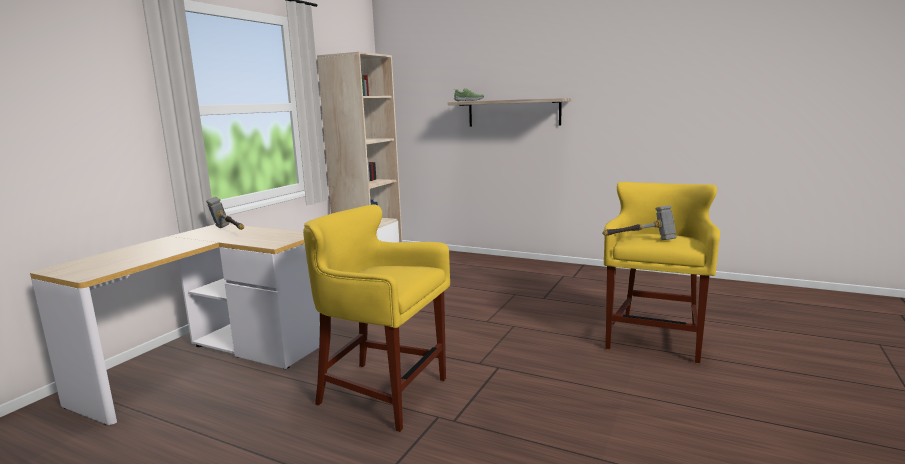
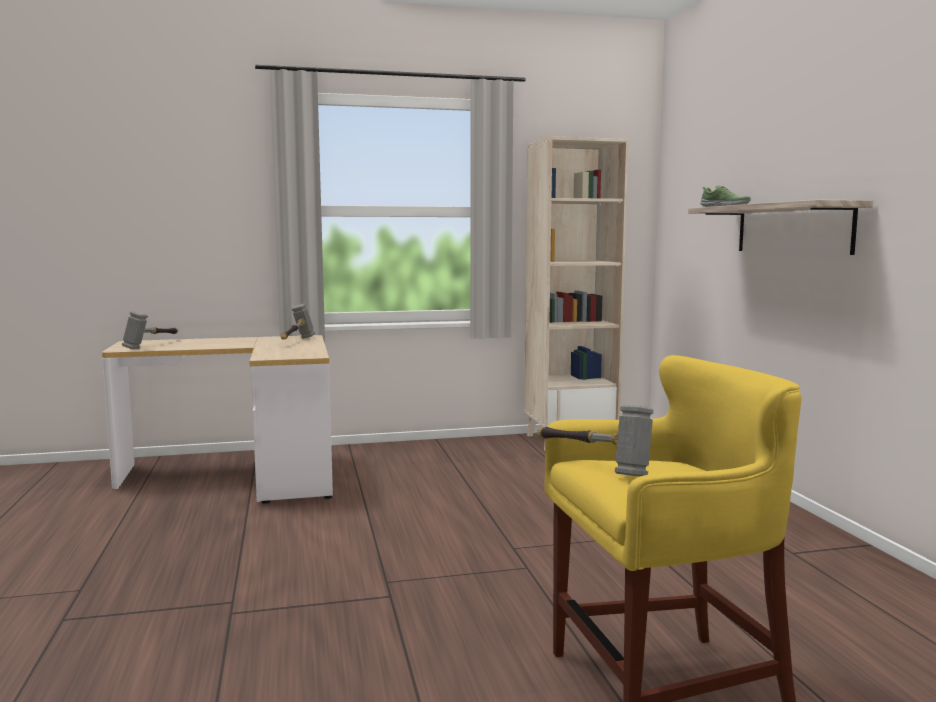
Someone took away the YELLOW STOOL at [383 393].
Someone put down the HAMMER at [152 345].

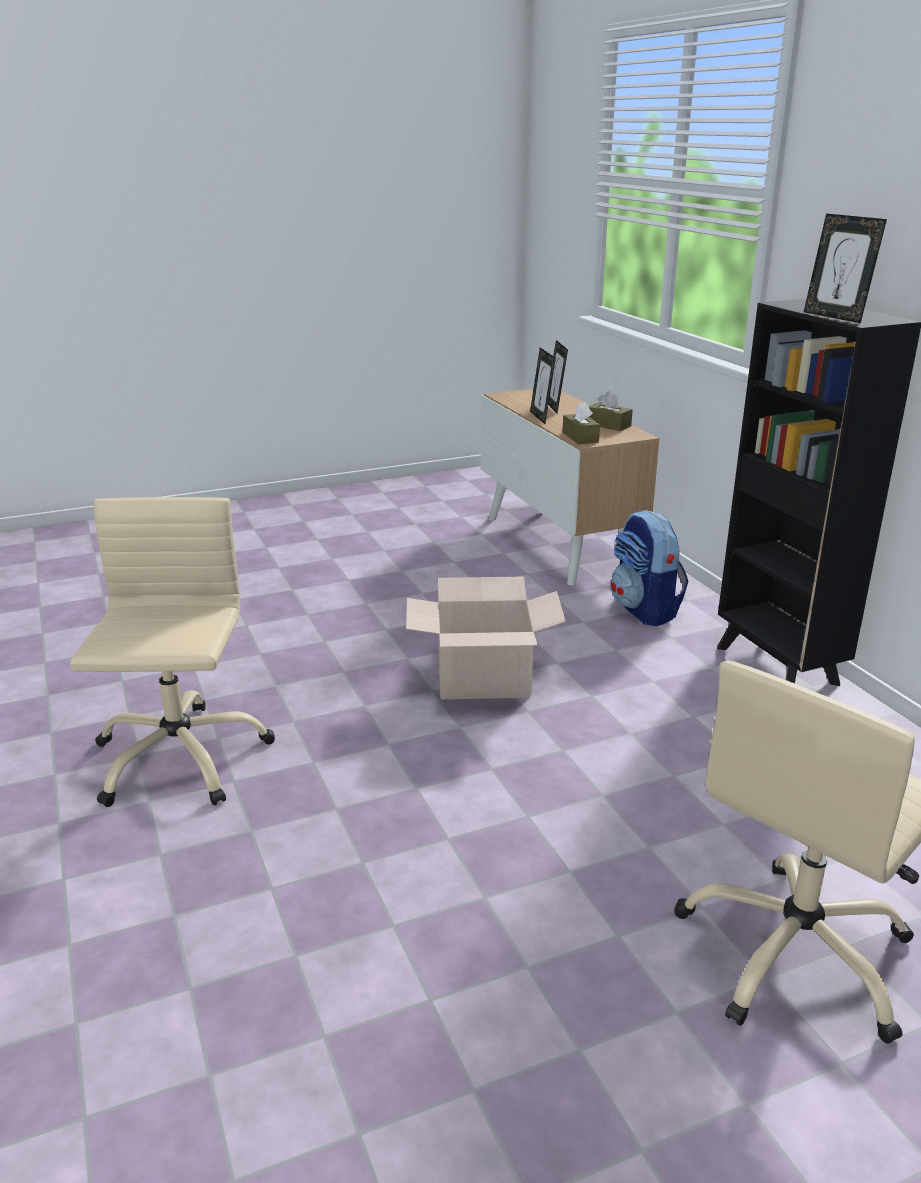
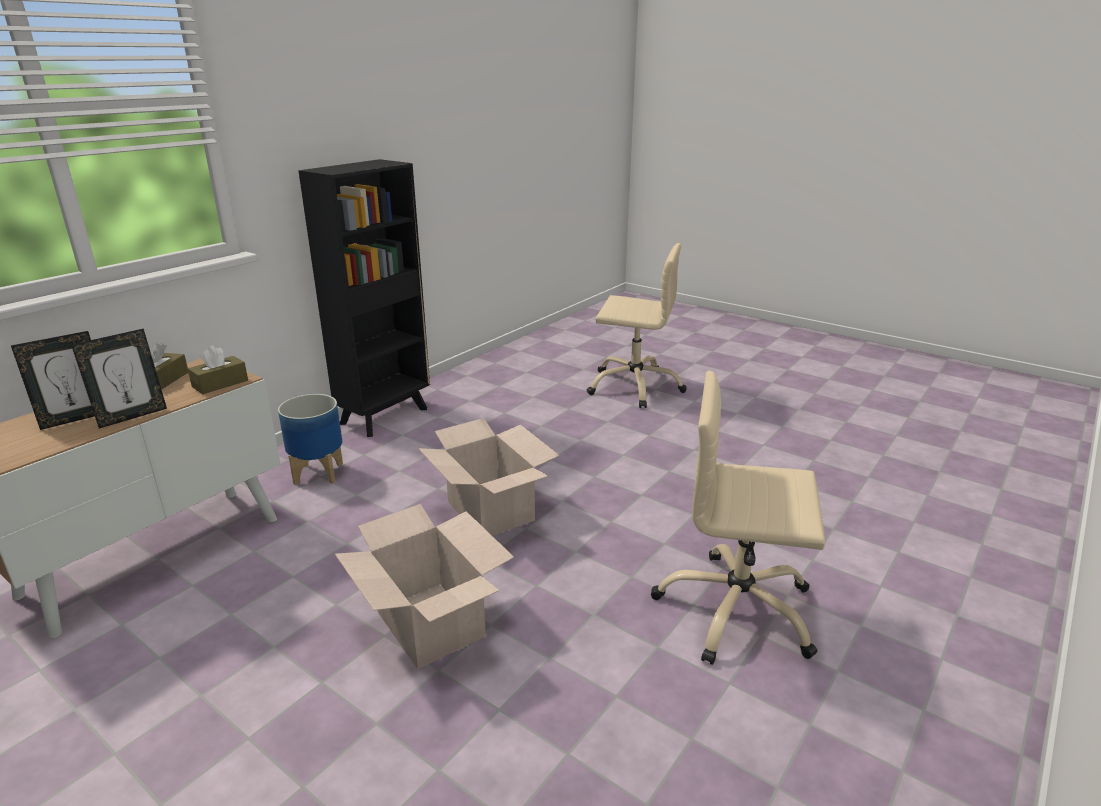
Someone took away the PICTURE FRAME at [835 317].
Someone put down the CARDBOARD BOX at [429 624].
Someone swapped the BACKPACK at [645 610] for the PLANTER at [318 473].
Someone rotated the BEIGE OFFICE CHAIR at [179 758] by 45 degrees clockwise.

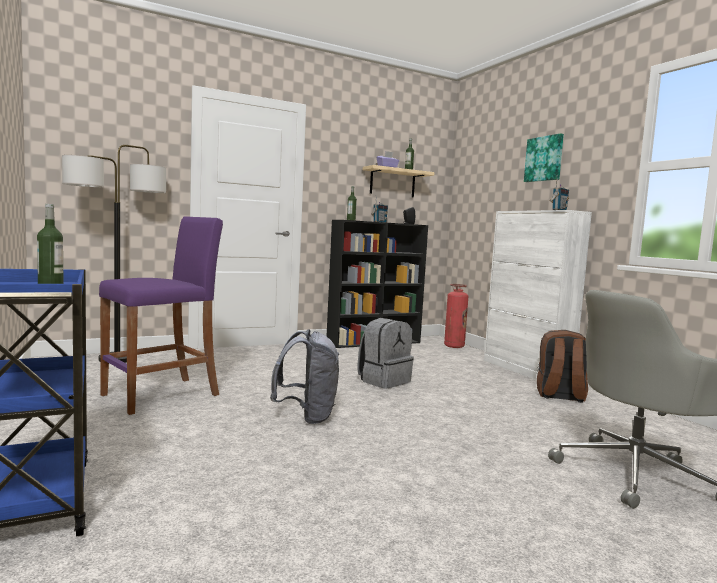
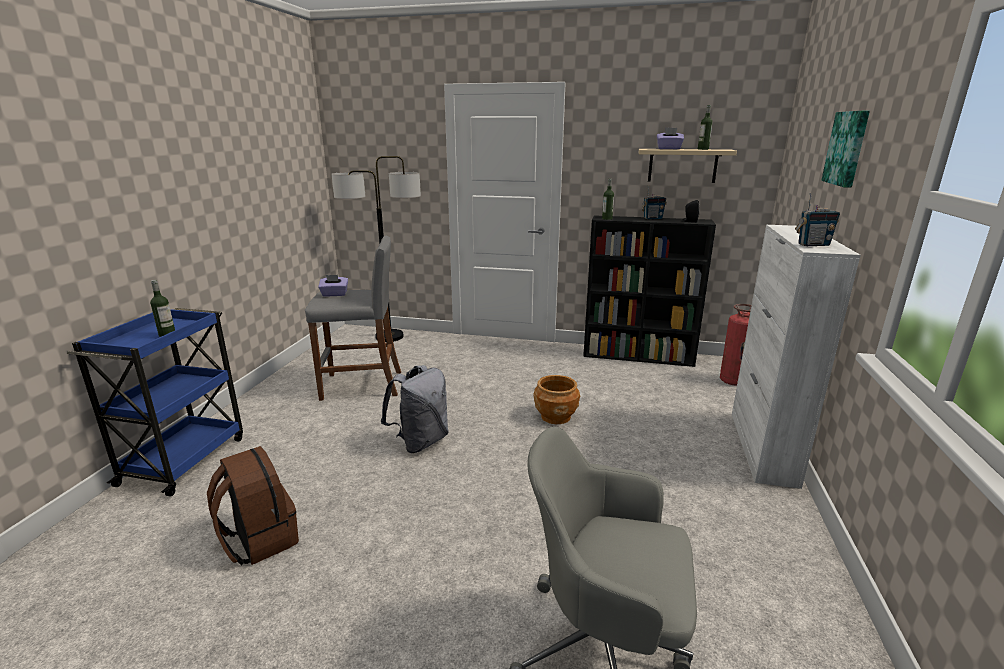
Someone put down the PURPLE TISSUE BOX at [334 294].
Someone carried the BROWN BACKPACK from [560 396] to [259 539].
Someone swapped the GREY BACKPACK at [384 381] for the BROWN PLANTER at [556 416].
Someone repainted the PURPLE STOOL at [161 395], which became the GREY STOOL at [362 385].

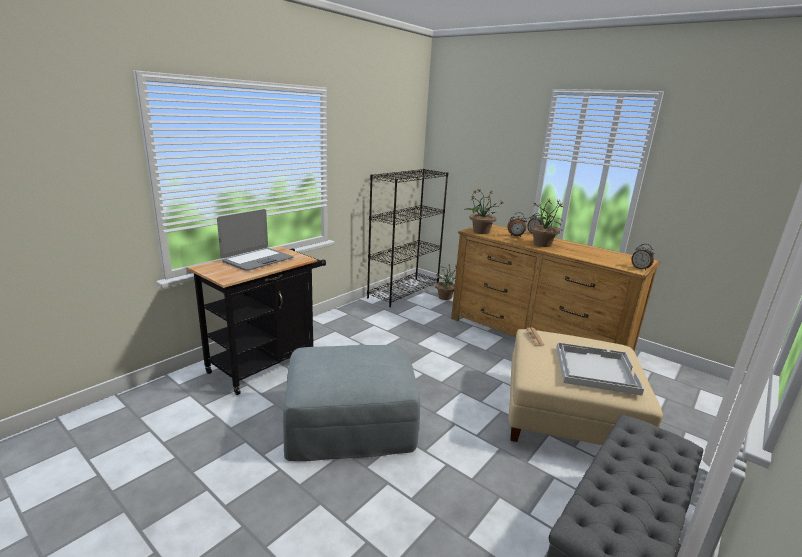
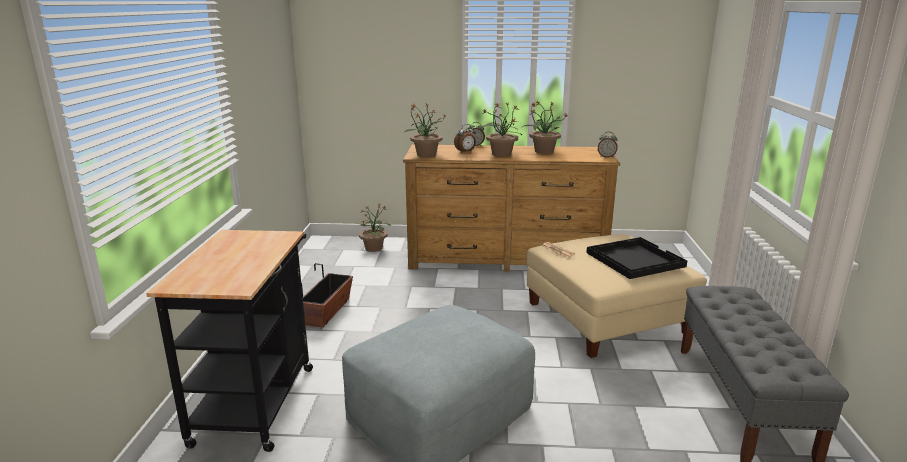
Someone took away the LAPTOP at [257 260].
Someone took away the BLACK BOOKCASE at [404 291].
Someone put down the PLANTER at [327 311].
Someone put down the POTTED PLANT at [543 151].
Someone repainted the WHITE TRAY at [594 369], which became the BLACK TRAY at [634 259].

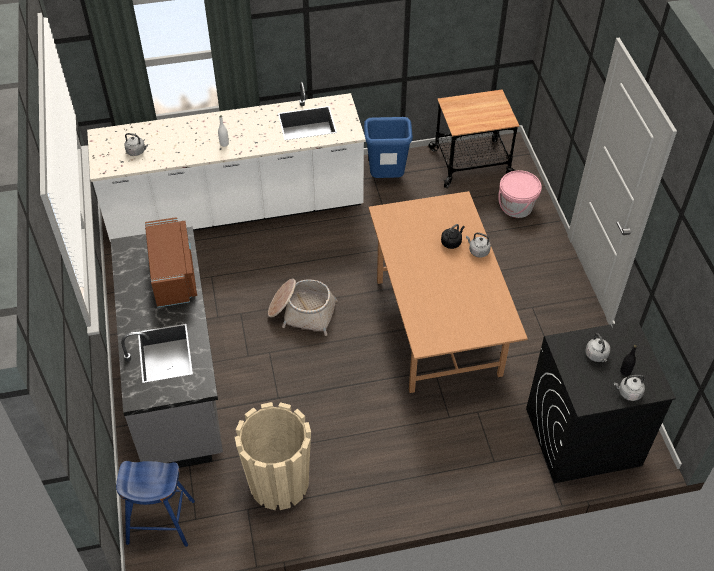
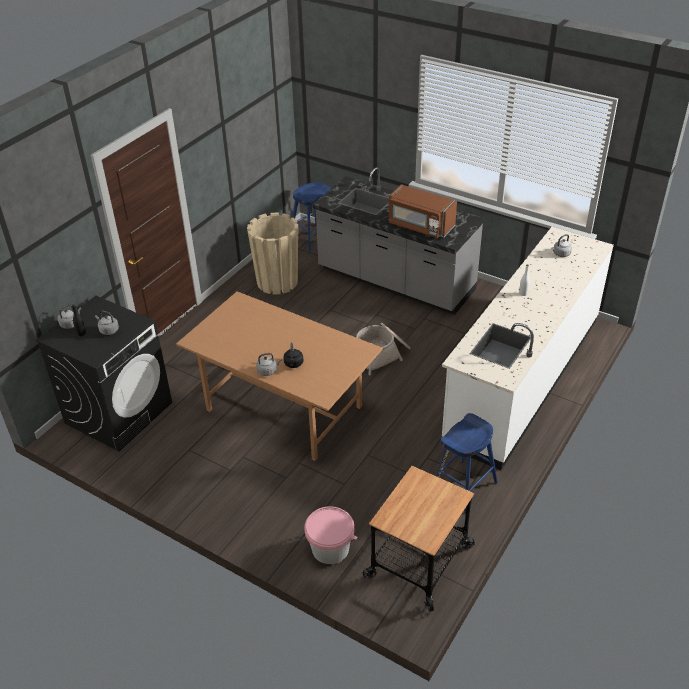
Someone swapped the BLUE TRASH CAN at [387 178] for the BLUE STOOL at [464 486].

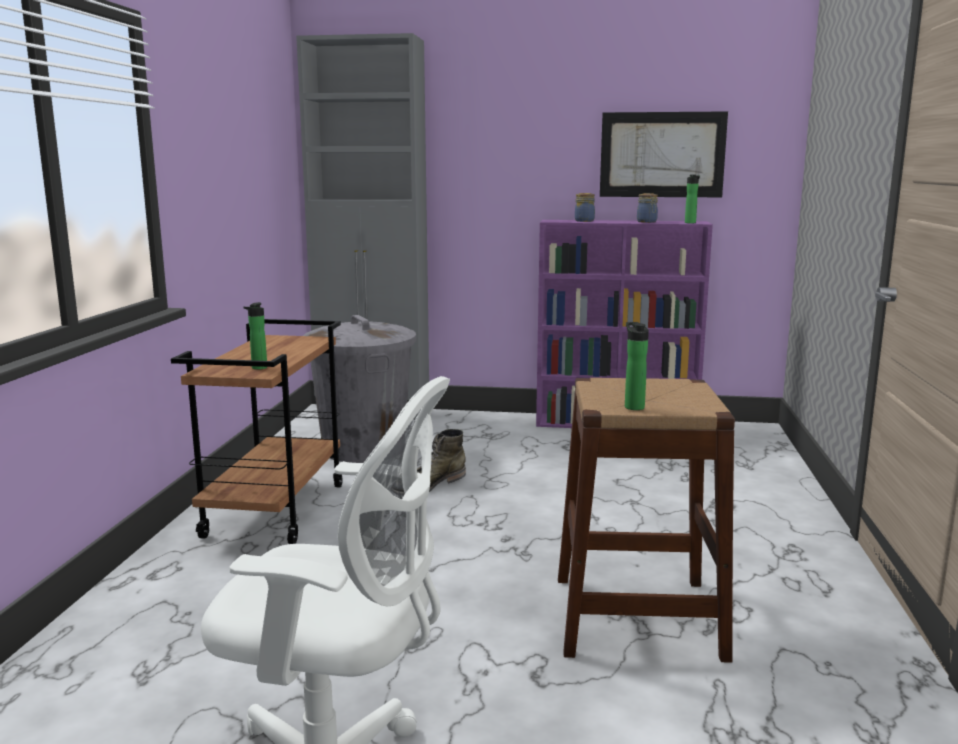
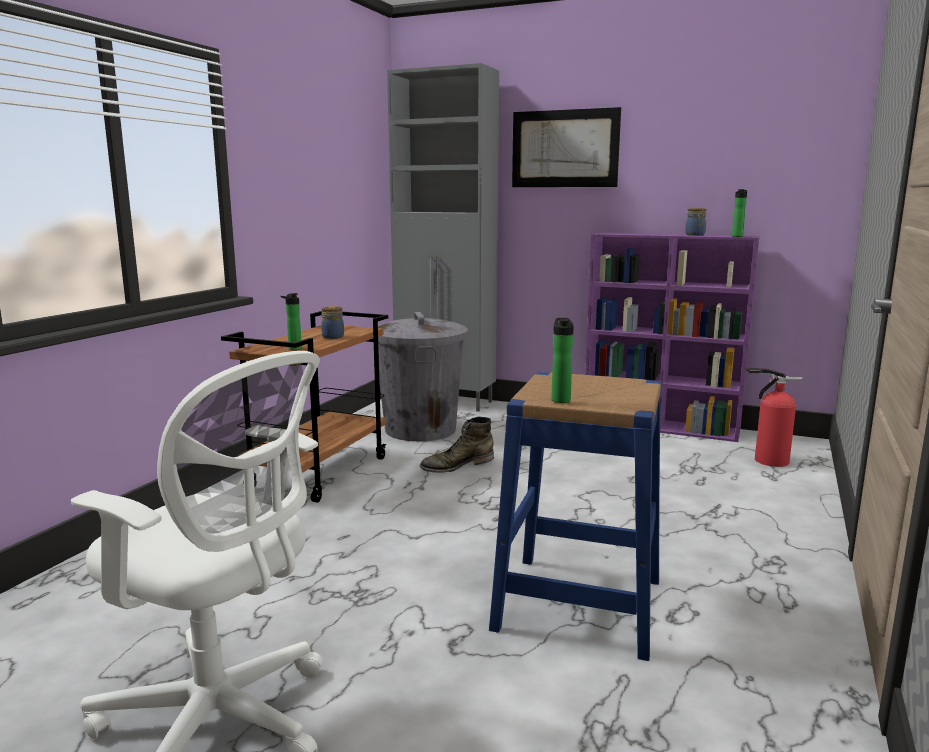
Someone put down the FIRE EXTINGUISHER at [767 461].
Someone carried the JAR from [583 221] to [333 337].
Someone carried the PICTURE from [662 155] to [564 149].
Someone repainted the BROWN STOOL at [637 616], which became the BLUE STOOL at [579 604].

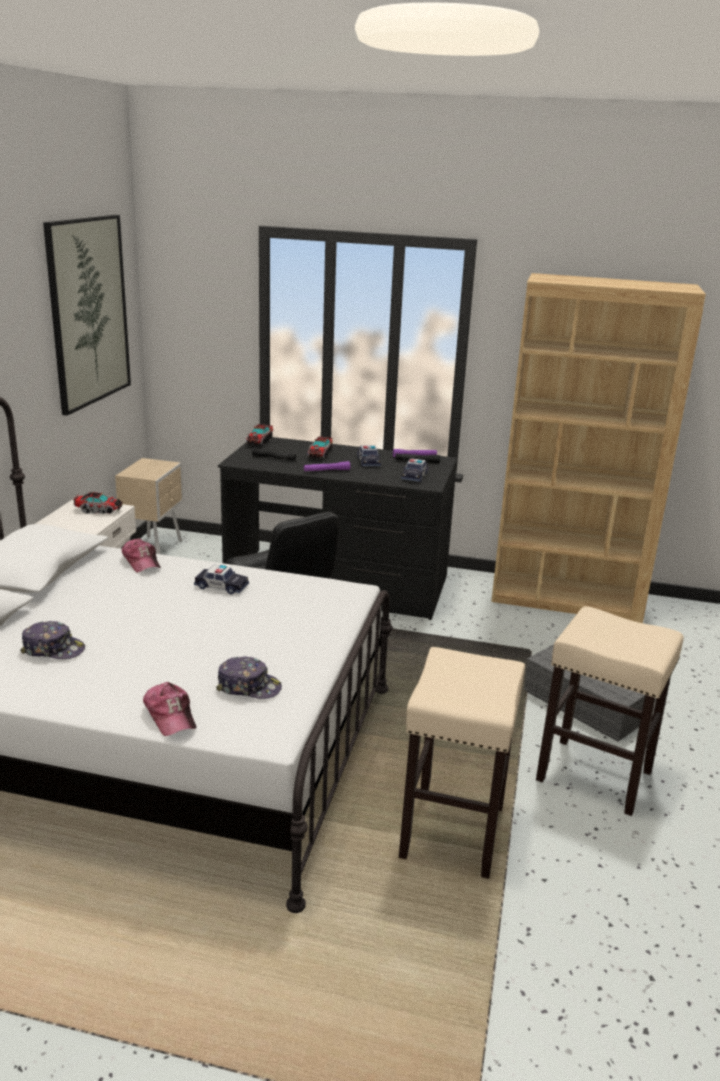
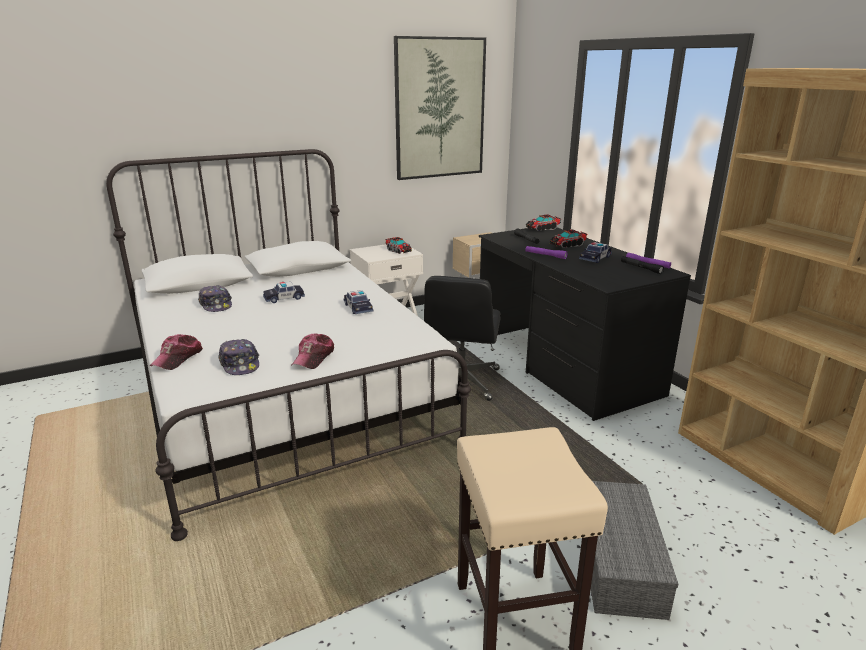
Someone took away the BEIGE STOOL at [452 831].
Someone carried the CAP from [142 562] to [314 357].
Someone carried the TOY CAR from [414 476] to [284 298].

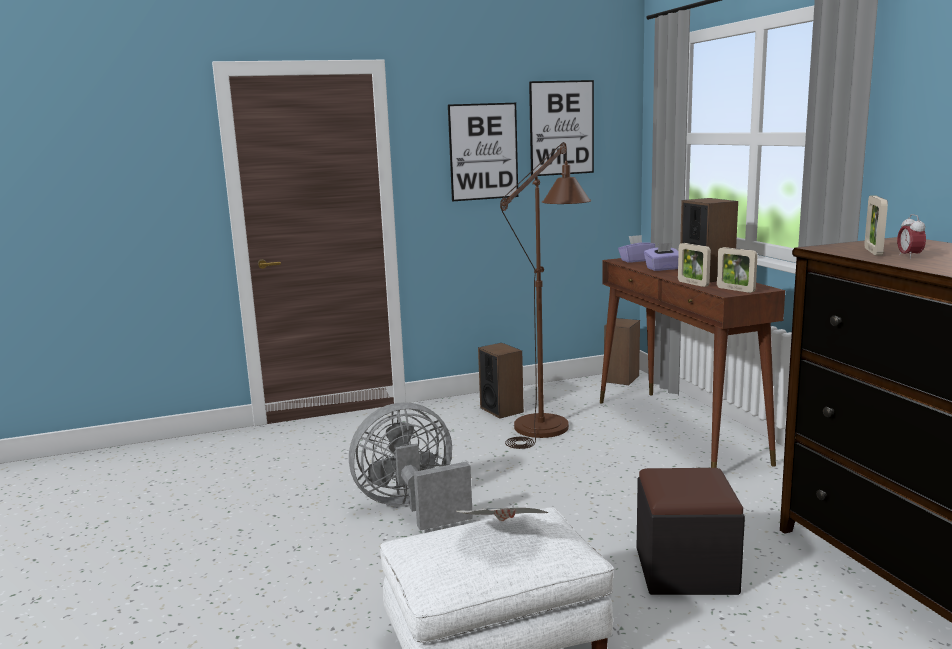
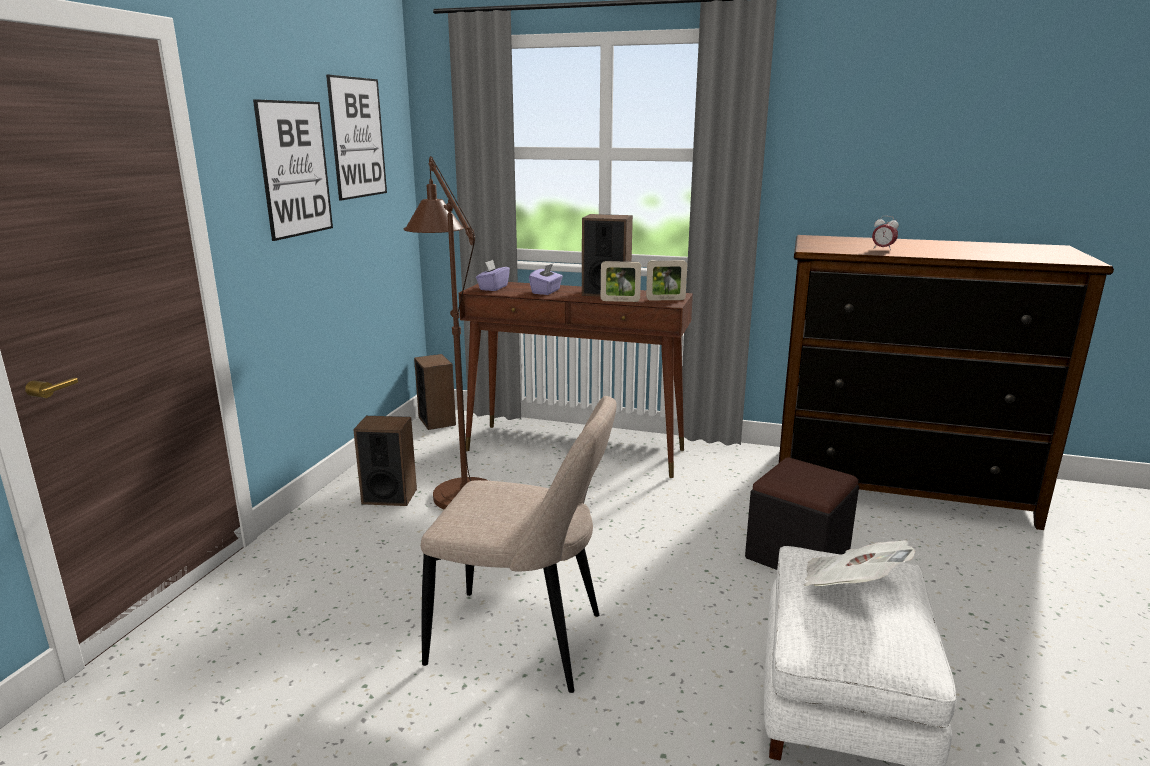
Someone took away the PICTURE FRAME at [873 251].
Someone swapped the GREY FAN at [412 507] for the BEIGE CHAIR at [524 641].

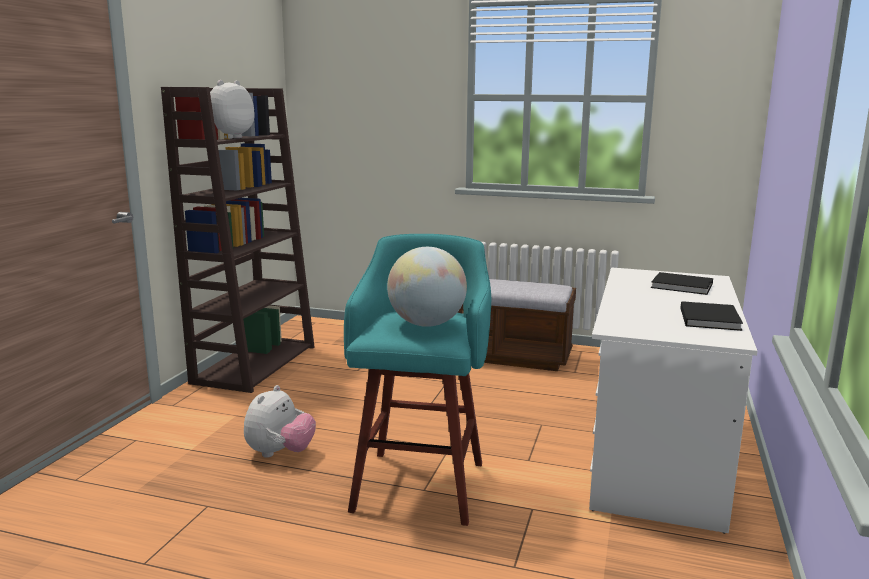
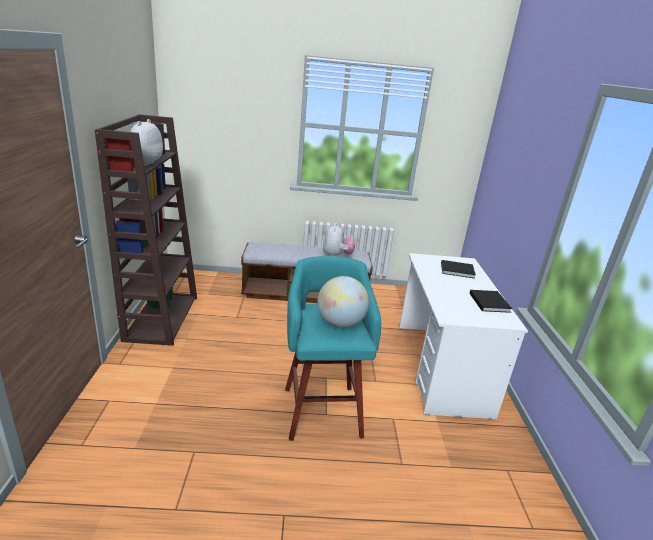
Someone carried the PLUSH TOY from [280 453] to [337 256].

